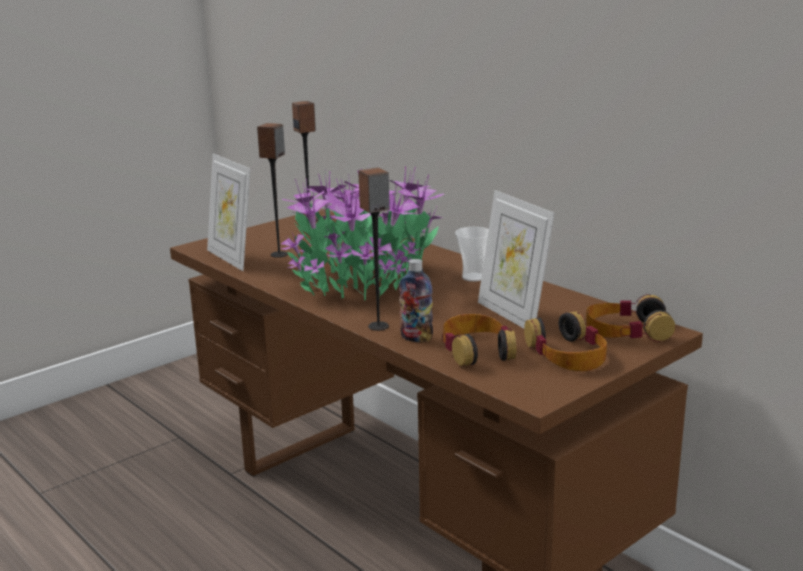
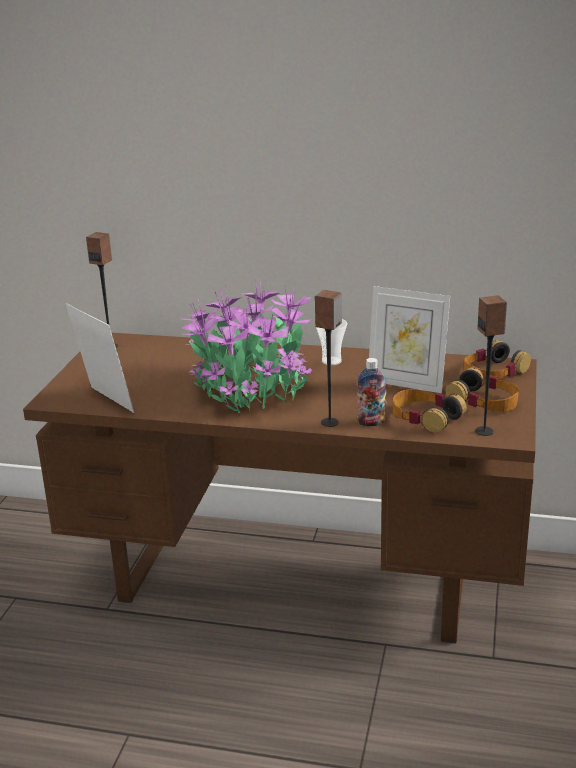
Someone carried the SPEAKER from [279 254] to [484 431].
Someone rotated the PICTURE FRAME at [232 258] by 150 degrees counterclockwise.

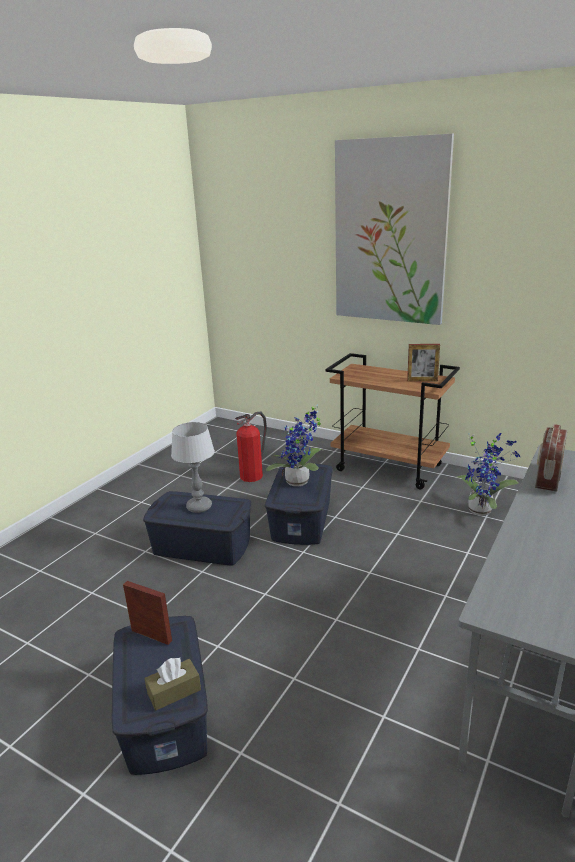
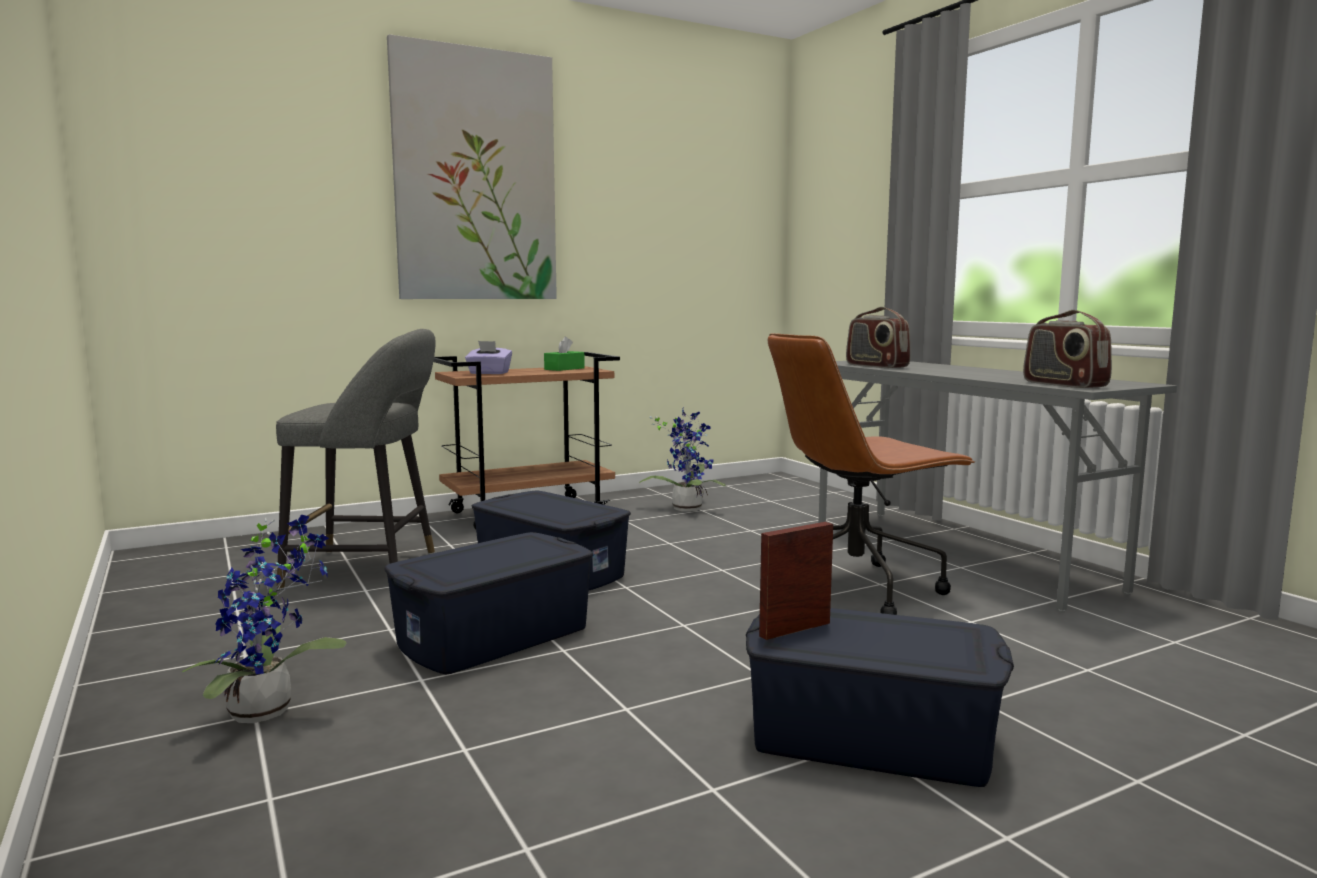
Someone took away the BROWN TISSUE BOX at [174 691].
Someone took away the TABLE LAMP at [198 507].
Someone put down the PURPLE TISSUE BOX at [489 373].
Someone put down the BROWN OFFICE CHAIR at [856 587].
Someone put down the RADIO at [1063 384].
Someone carried the POTTED PLANT from [300 482] to [269 710].
Someone swapped the FIRE EXTINGUISHER at [252 475] for the GREY STOOL at [370 569].
Someone swapped the PICTURE FRAME at [422 380] for the GREEN TISSUE BOX at [564 369].

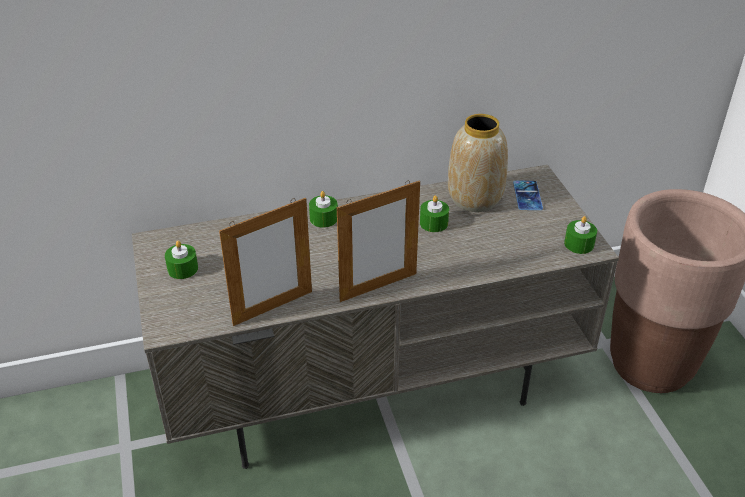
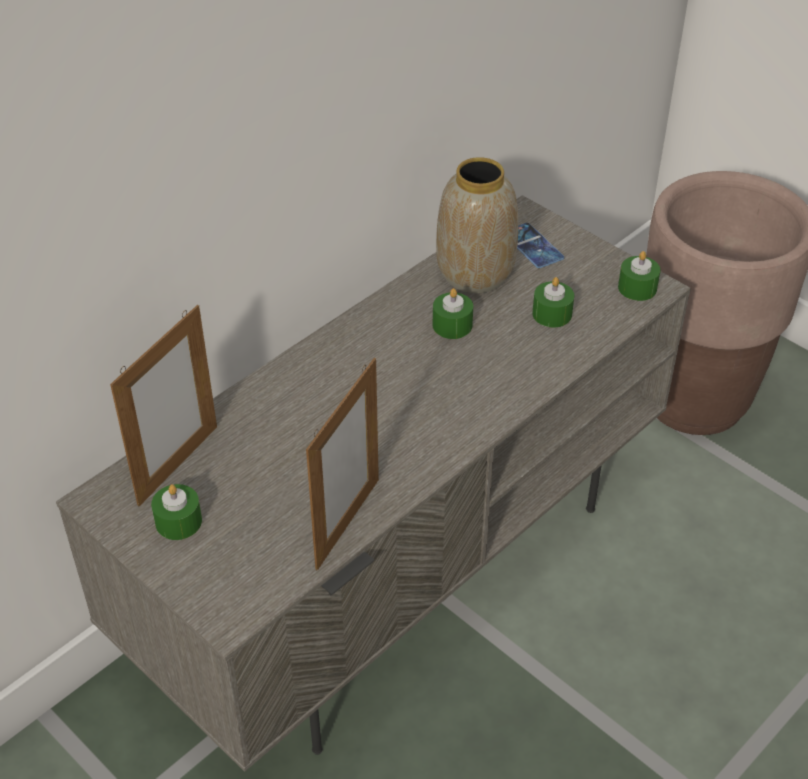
Someone carried the GREEN CANDLE from [323 218] to [552 314].
Someone carried the PICTURE FRAME from [378 287] to [178 465].

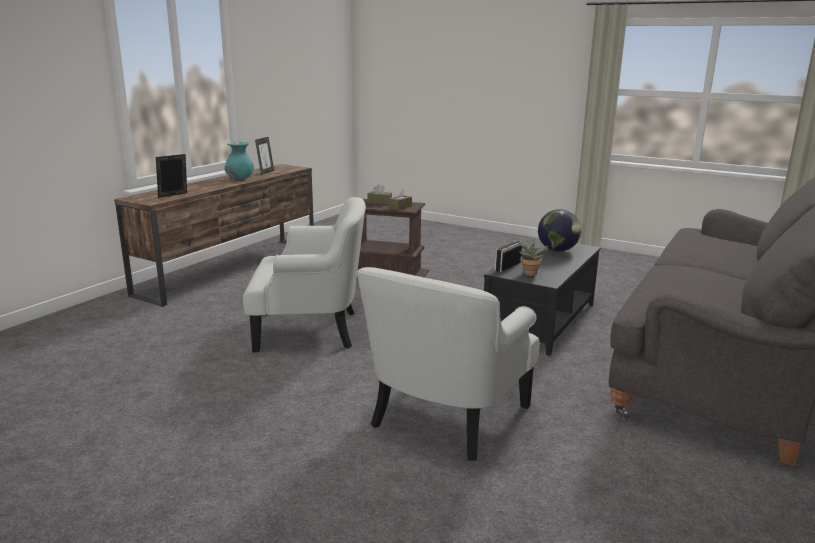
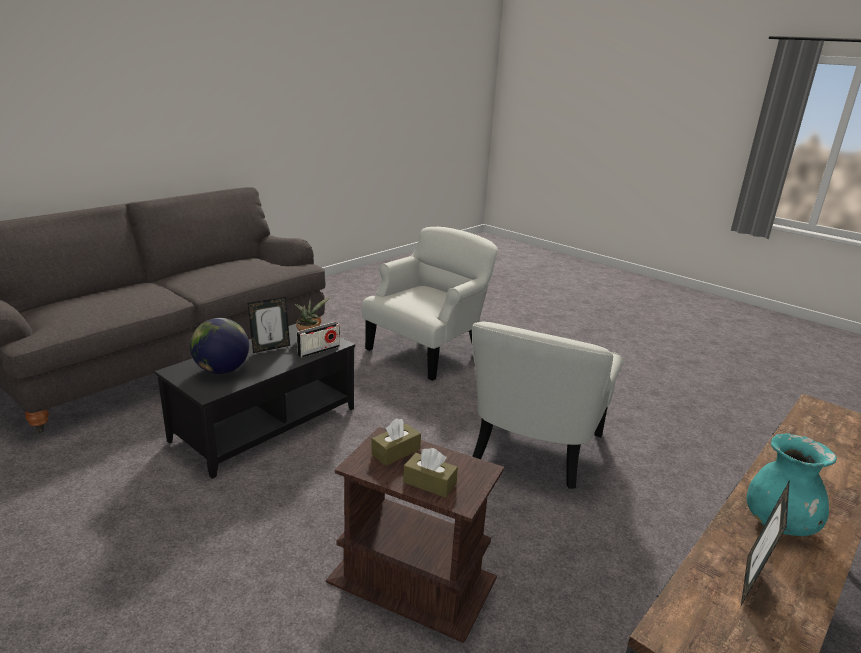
Someone carried the PICTURE FRAME from [174 195] to [270 348].
Someone rotated the WHITE ARMCHAIR at [311 329] by 75 degrees counterclockwise.

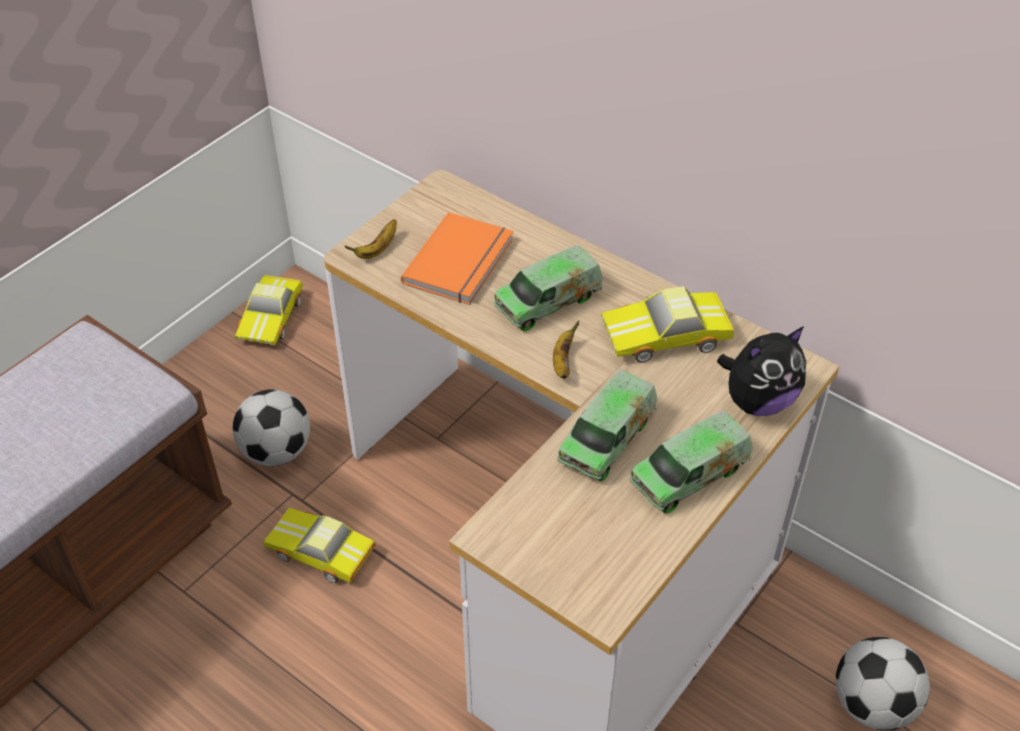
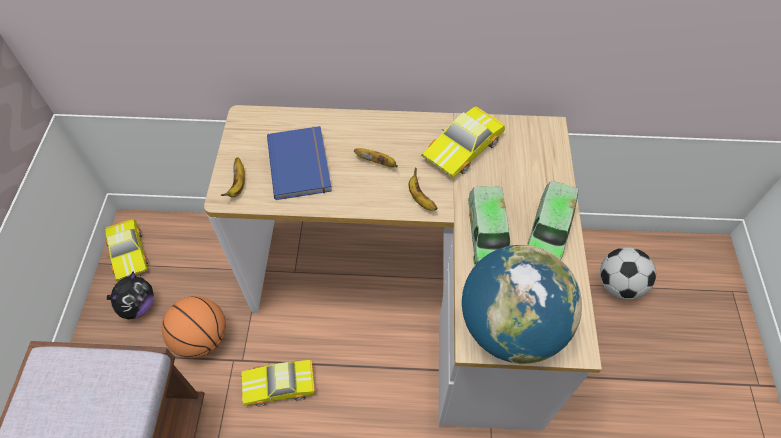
Someone put down the GLOBE at [510 326].
Someone carried the PLUSH TOY from [758 401] to [138 306].
Someone swapped the FOOTBALL at [277 451] for the BASKETBALL at [202 338].
Someone swapped the TOY TRUCK at [548 301] for the BANANA at [377 162].
Someone repainted the ORANGE BOOK at [462 262], which became the BLUE BOOK at [301 164].

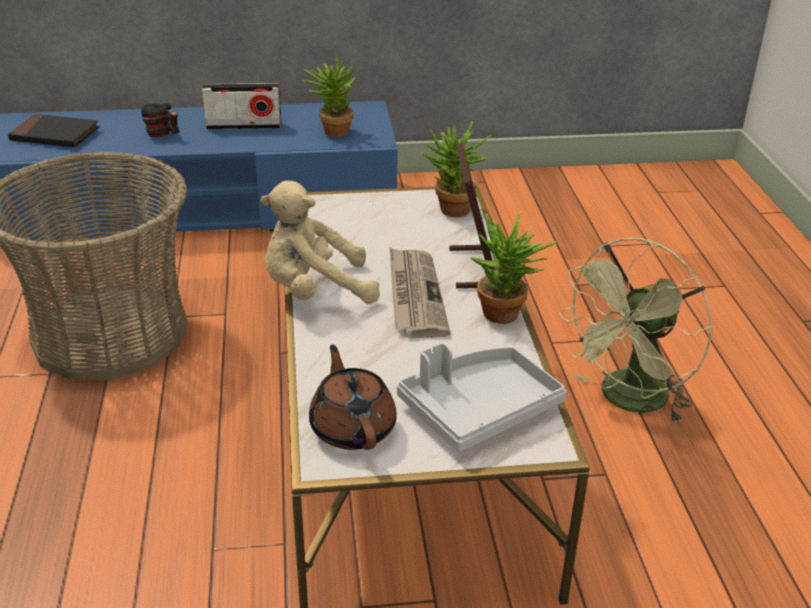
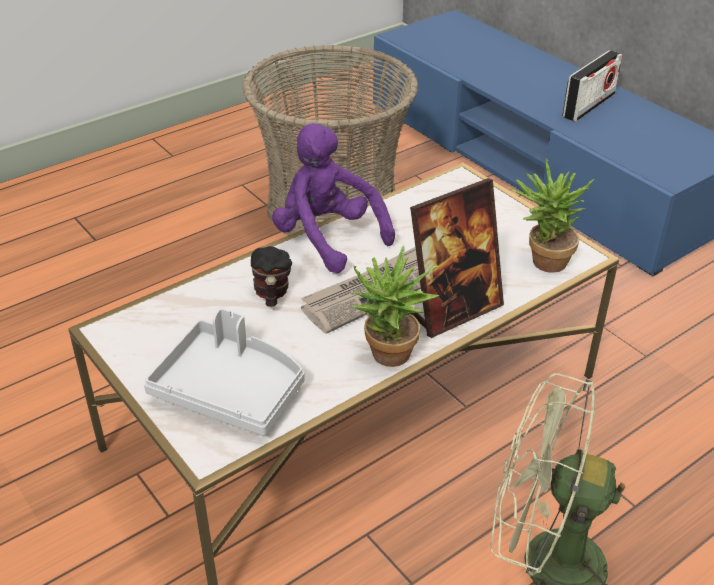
Someone took away the BLACK BOOK at [55 135].
Someone took away the POTTED PLANT at [332 131].
Someone took away the BROWN TEAPOT at [352 427].
Someone carried the MUG from [162 135] to [271 295].
Someone repainted the BEIGE PLUSH TOY at [315 291], which became the PURPLE PLUSH TOY at [327 238].
Someone rotated the RADIO at [244 126] by 105 degrees counterclockwise.

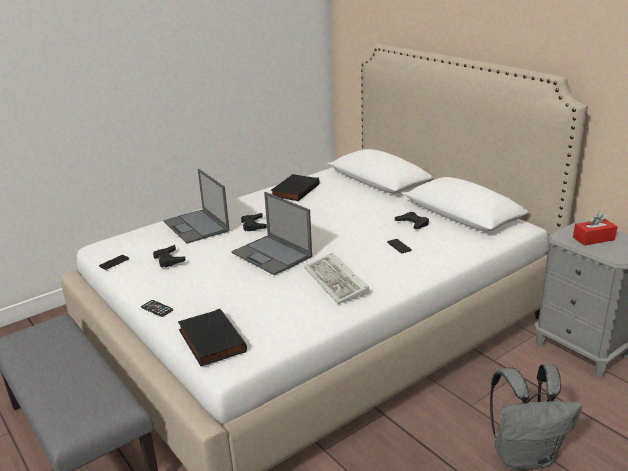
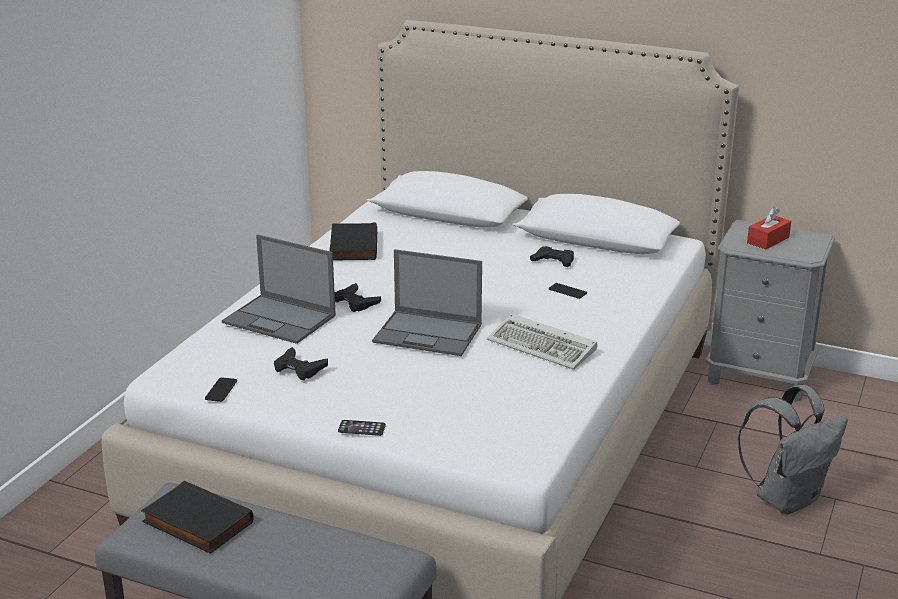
Someone carried the BLACK BOOK from [210 341] to [195 523].

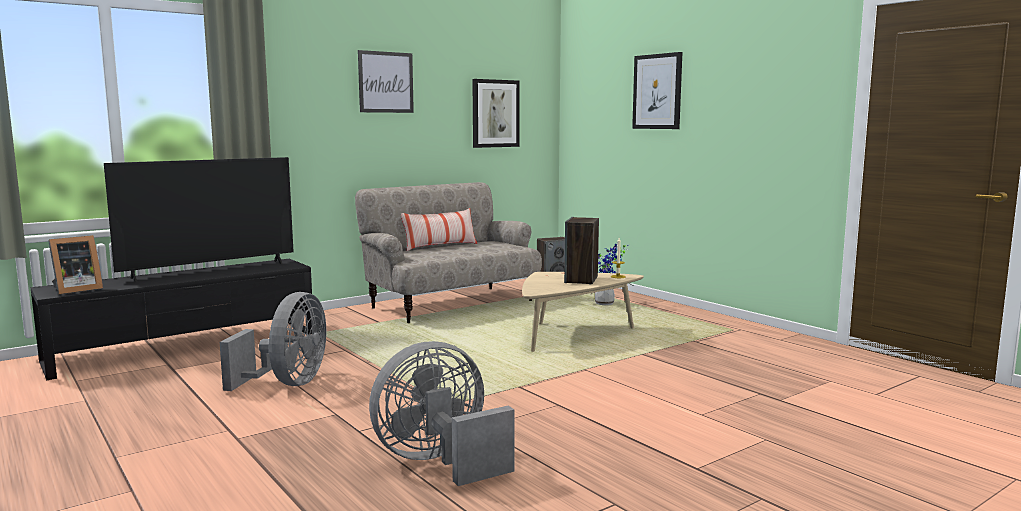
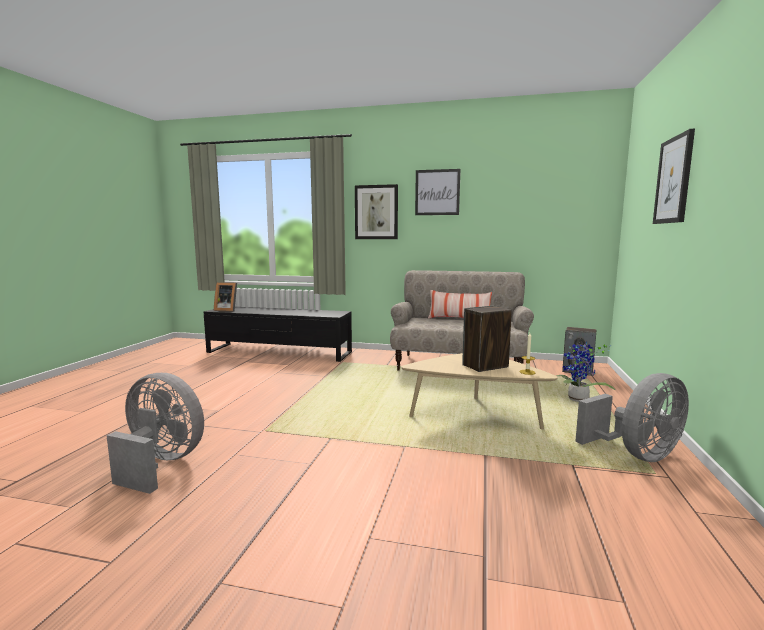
Someone took away the TELEVISION at [210 270].
Someone carried the GREY FAN from [288 383] to [637 454].
Someone carried the PICTURE from [495 113] to [376 212].

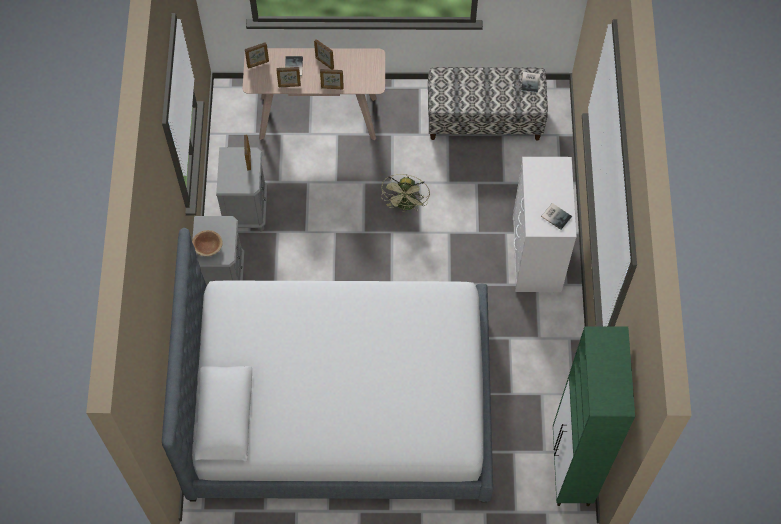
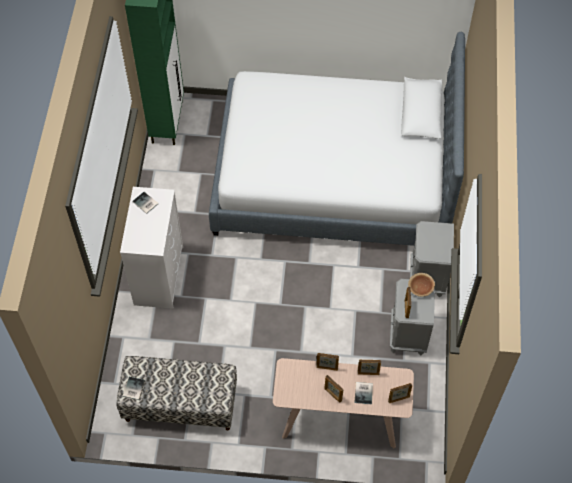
Someone took away the GREEN FAN at [406 205].
Someone carried the BROWN BOWL from [208 247] to [420 288].

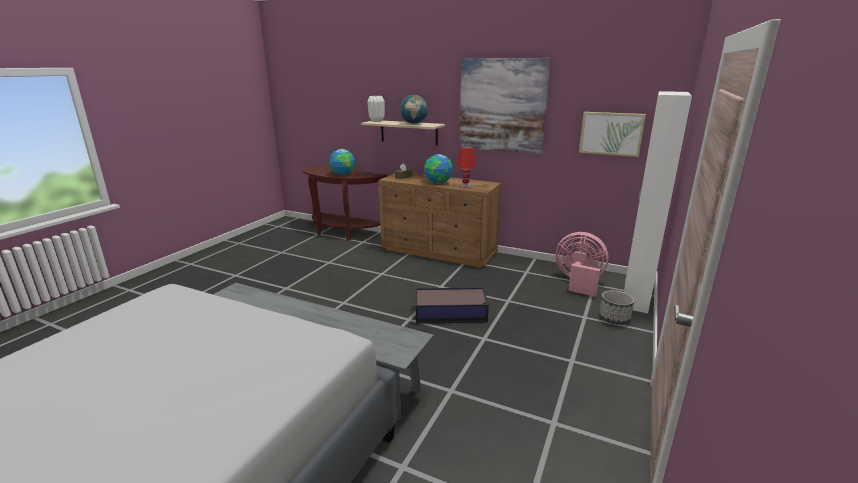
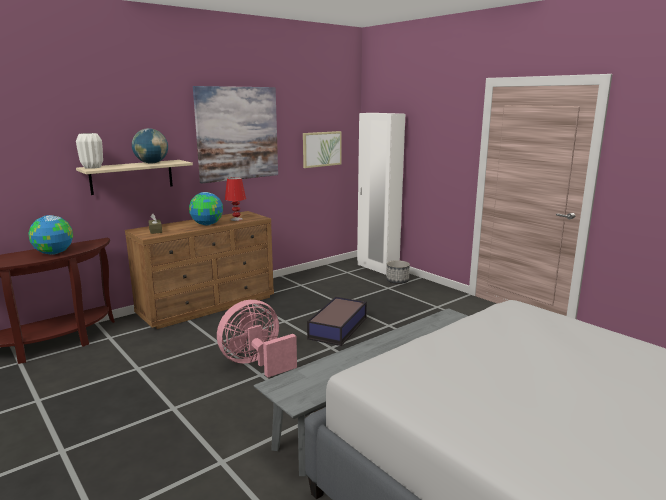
Someone carried the PINK FAN from [578 282] to [256 363].

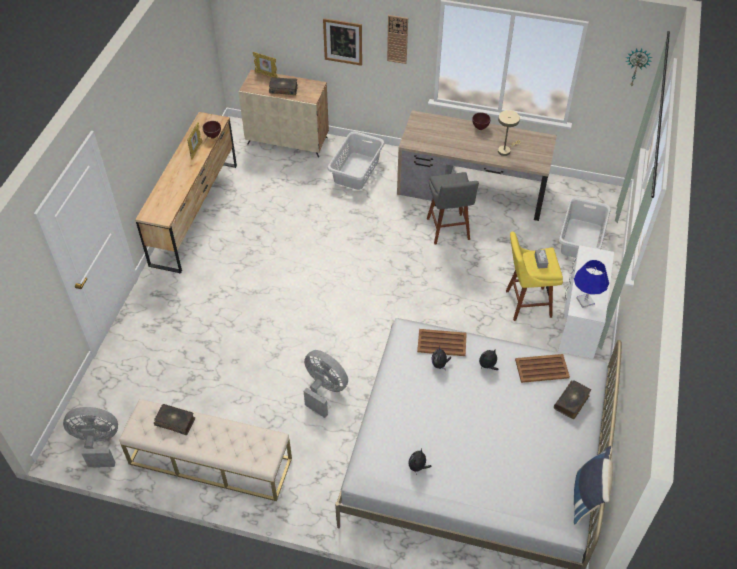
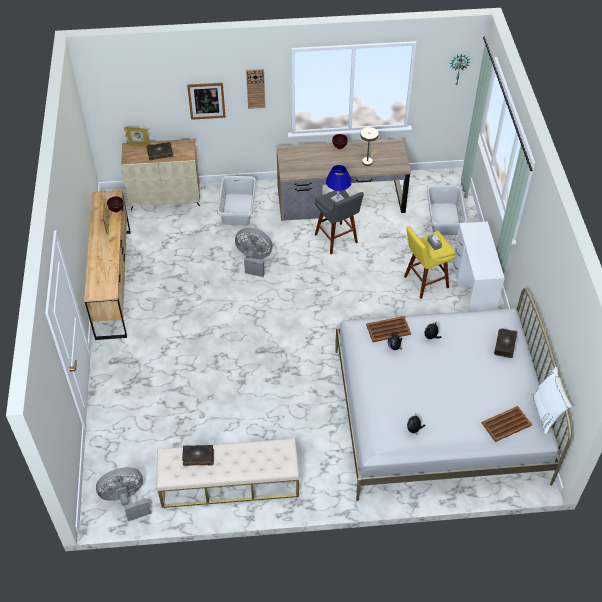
Someone carried the GREY FAN from [324 390] to [254 260].
Someone carried the BROWN TRAY from [541 368] to [505 424].
Someone carried the BLUE TABLE LAMP from [585 301] to [338 199].
Someone repainted the BLUE PILLOW at [587 498], which became the WHITE PILLOW at [546 412].

